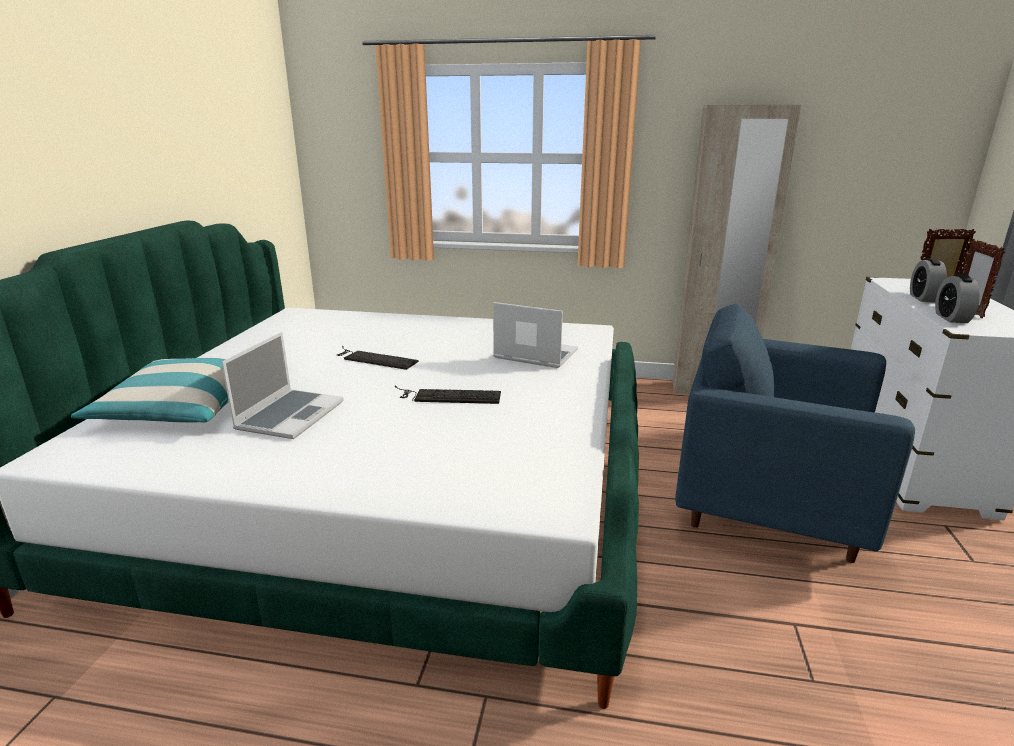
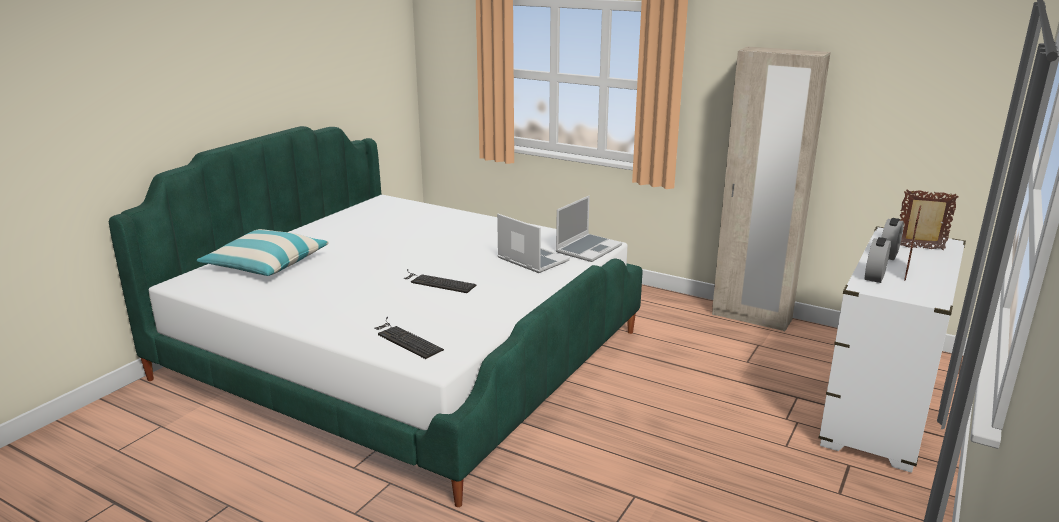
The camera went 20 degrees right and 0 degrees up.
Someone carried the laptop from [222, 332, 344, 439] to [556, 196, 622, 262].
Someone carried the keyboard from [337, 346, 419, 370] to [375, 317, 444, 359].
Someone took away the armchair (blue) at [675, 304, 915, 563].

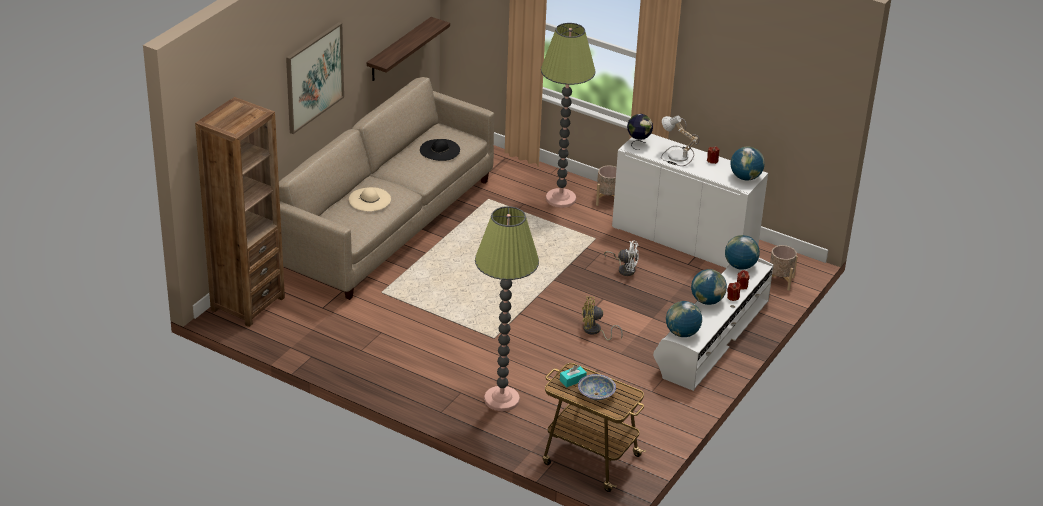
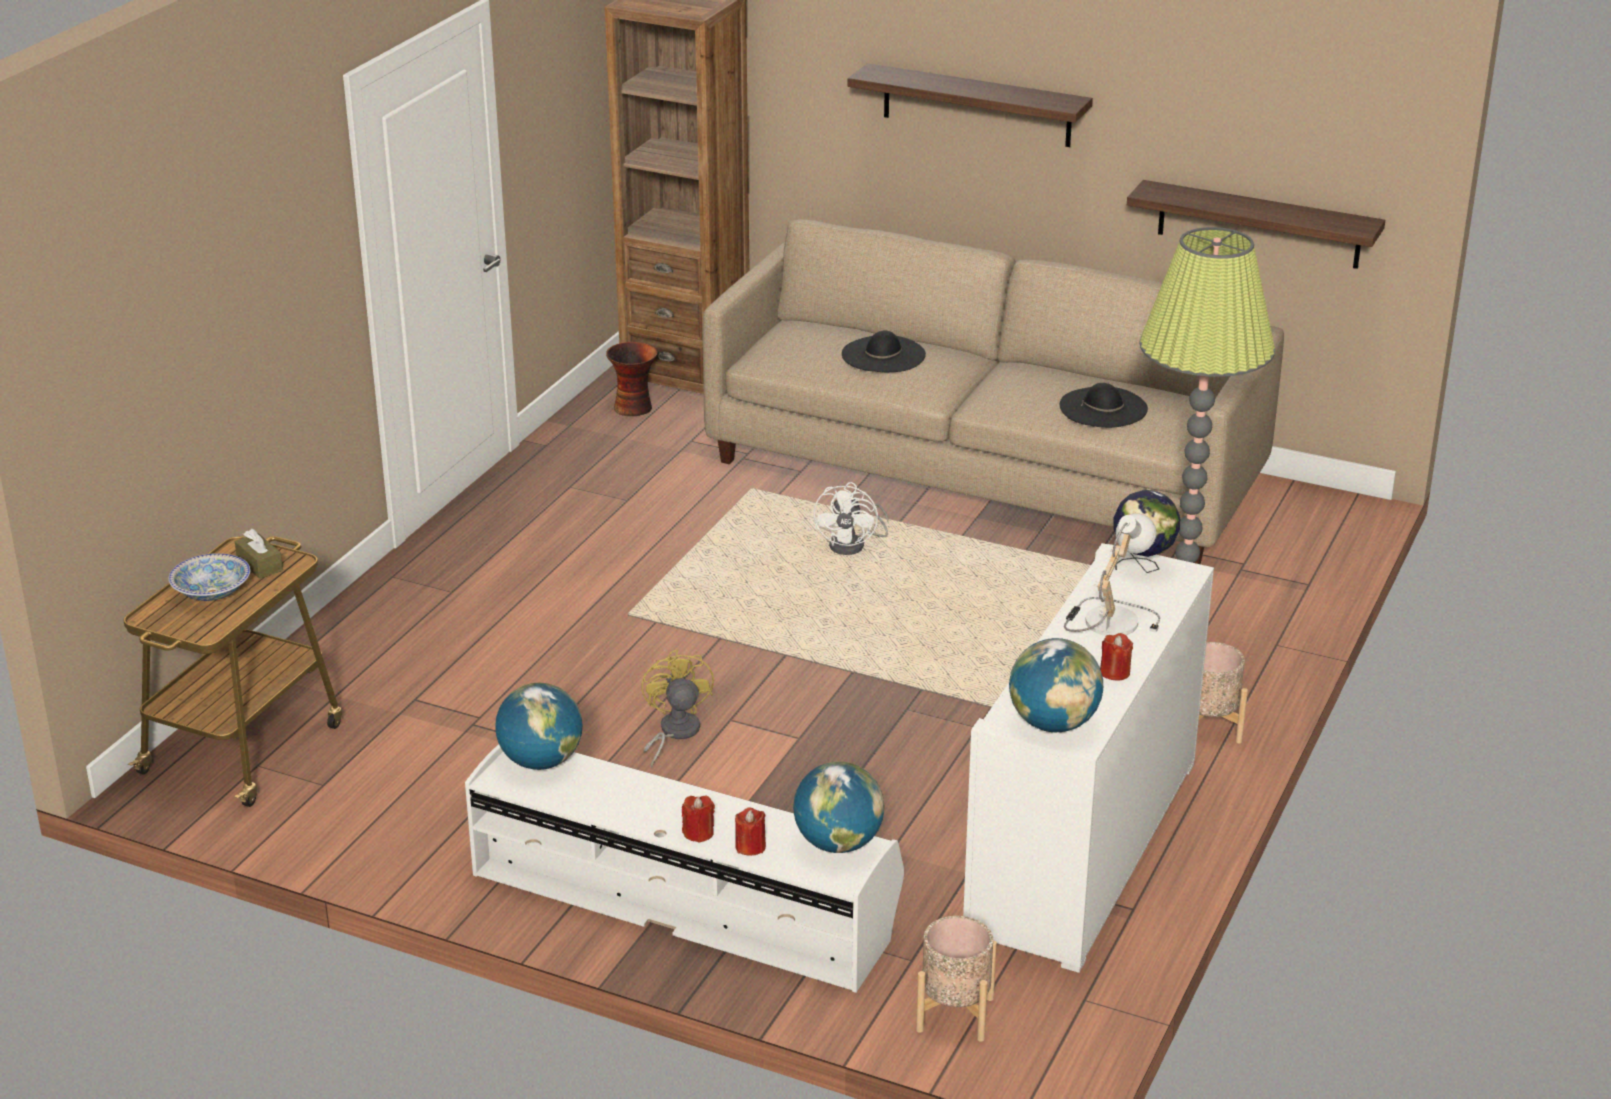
The camera went 85 degrees right and 5 degrees down.
Someone swapped the picture at [286, 22, 344, 134] for the shelf at [848, 63, 1093, 147].
Someone repainted the hat (beige) at [349, 187, 391, 211], which became the hat (black) at [842, 330, 926, 372].
Someone took away the floor lamp at [475, 206, 539, 411].
Someone repainted the tissue box (turquoise) at [560, 365, 587, 388], which became the tissue box (brown) at [235, 529, 283, 579].
Someone carried the fan (white) from [604, 240, 639, 276] to [814, 482, 889, 555].
Someone took away the globe at [691, 269, 727, 305].
Someone put down the vase at [606, 342, 658, 416].

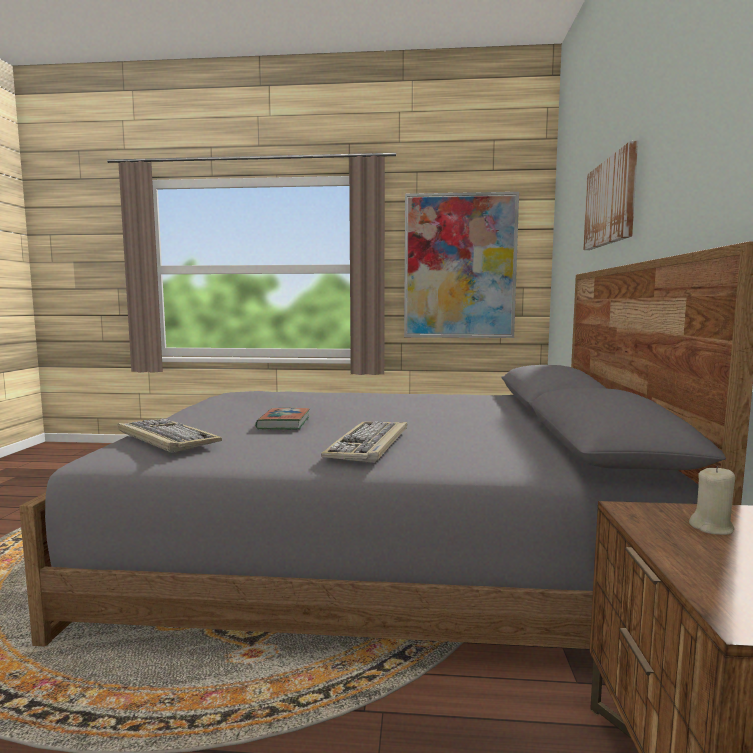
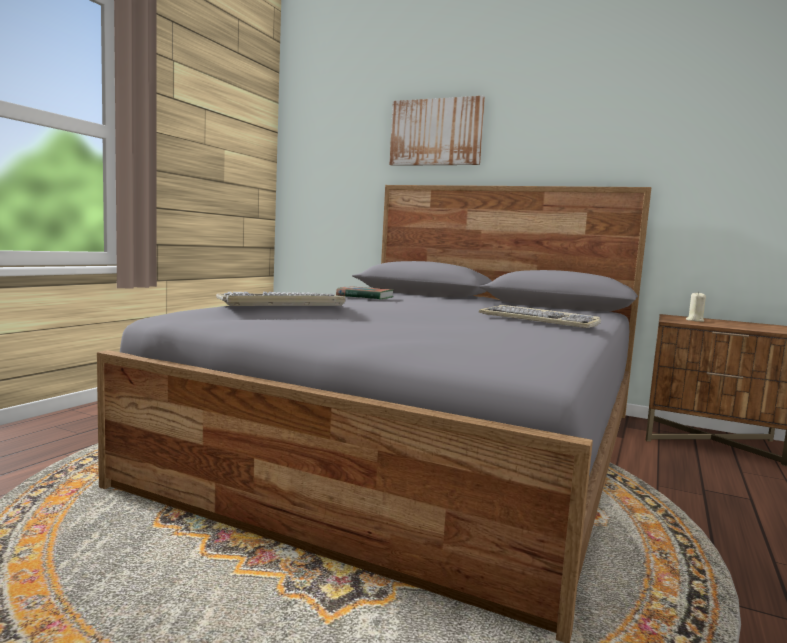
The camera went 70 degrees left and 0 degrees up.
Someone carried the keyboard from [117, 418, 222, 453] to [216, 292, 346, 306].
Someone carried the book from [255, 408, 310, 430] to [336, 286, 394, 300].
Someone took away the picture at [404, 192, 519, 338].

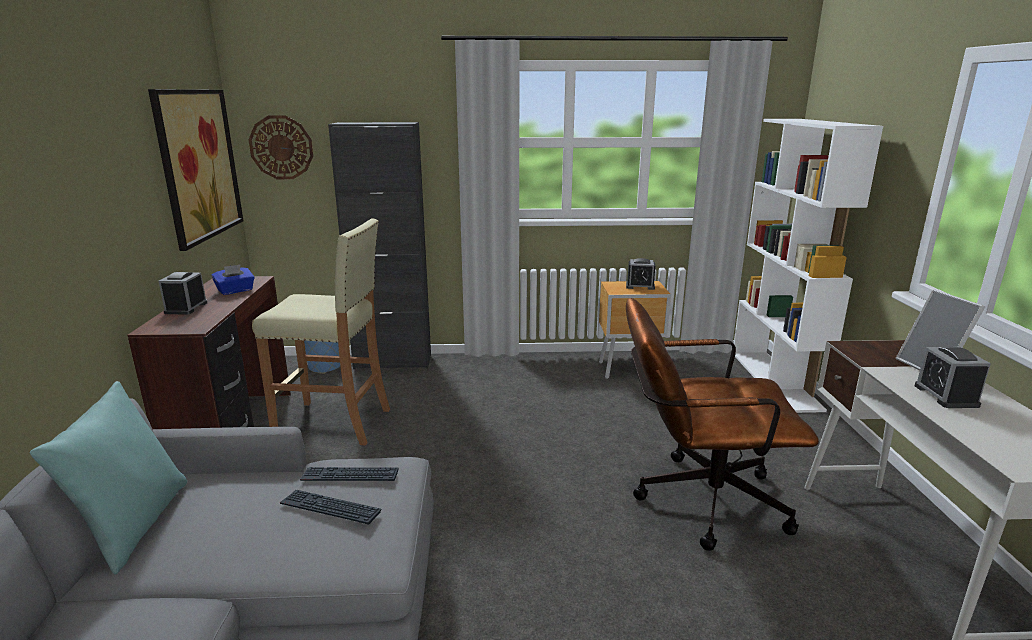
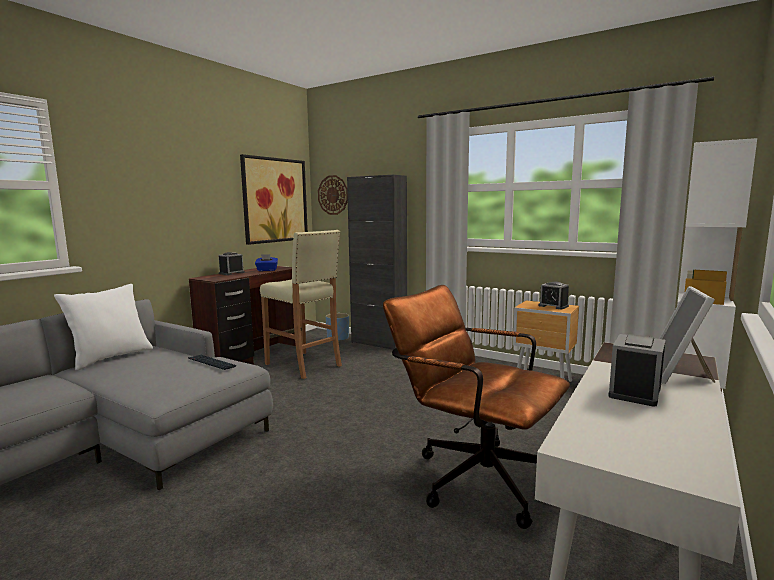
The camera went 35 degrees right and 10 degrees down.
Someone repainted the pillow (turquoise) at [30, 381, 187, 575], which became the pillow (white) at [54, 284, 153, 371].
Someone took away the keyboard at [280, 490, 381, 524].

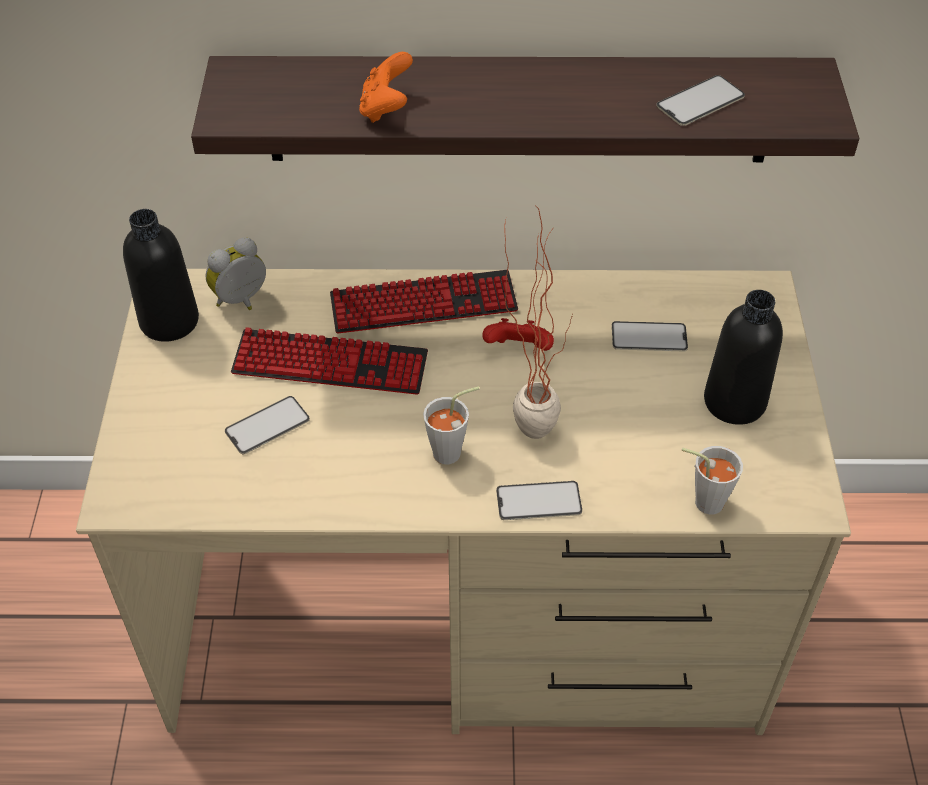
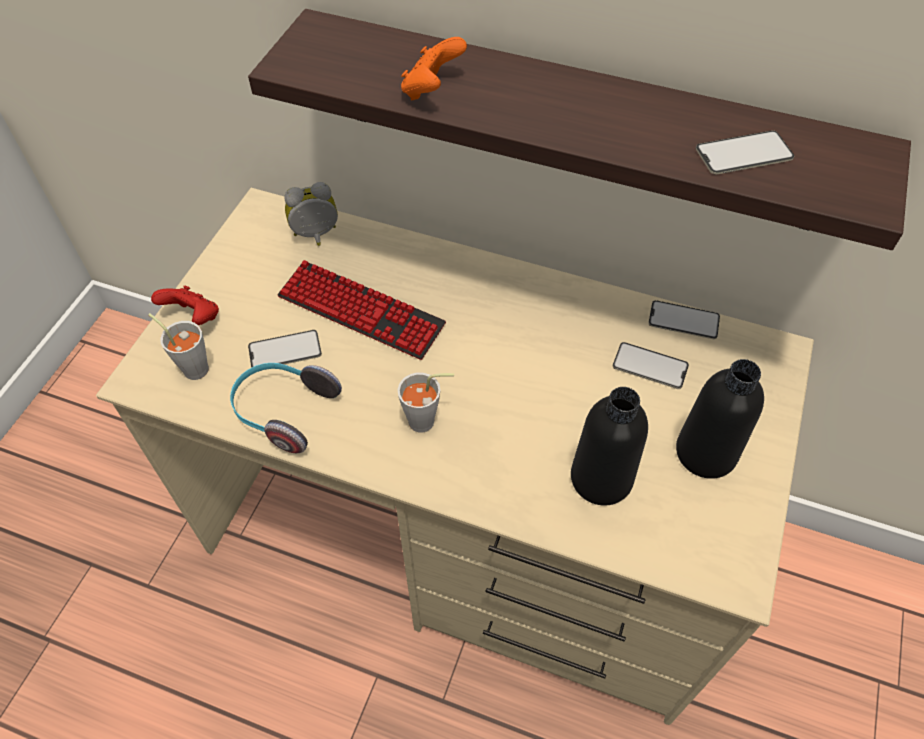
The camera went 20 degrees right and 5 degrees up.
Someone carried the bottle (black) from [123, 209, 199, 342] to [571, 387, 648, 506].
Someone took away the keyboard at [330, 270, 518, 334].
Someone carried the game controller (red) from [482, 318, 554, 351] to [151, 286, 219, 325].
Someone carried the phone from [496, 481, 582, 520] to [648, 300, 720, 339].
Someone took away the potted plant at [504, 206, 573, 439].
Someone carried the cup (grey) from [681, 446, 743, 514] to [148, 313, 209, 380].
Someone put down the headphones at [230, 363, 342, 453].

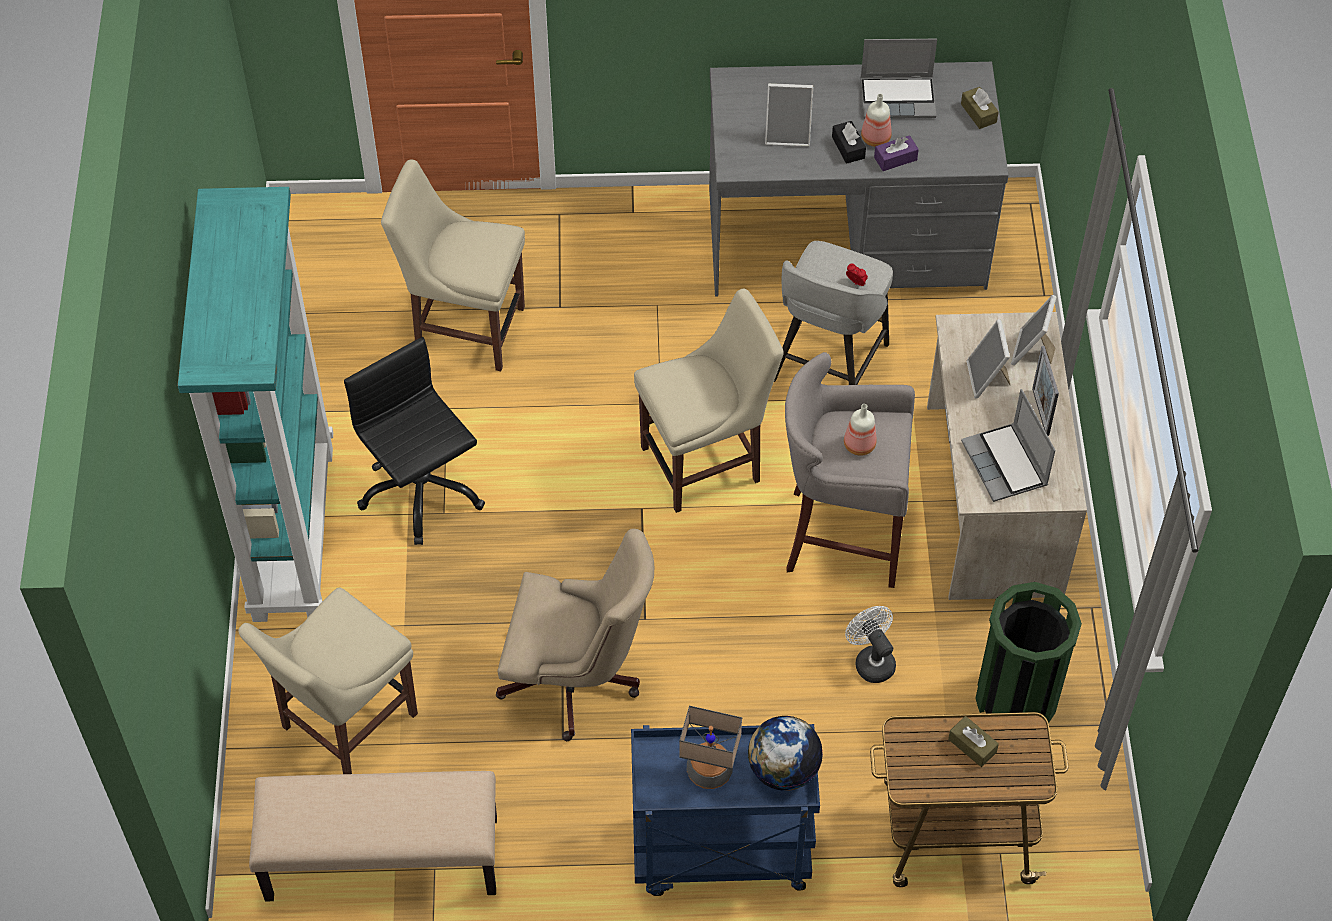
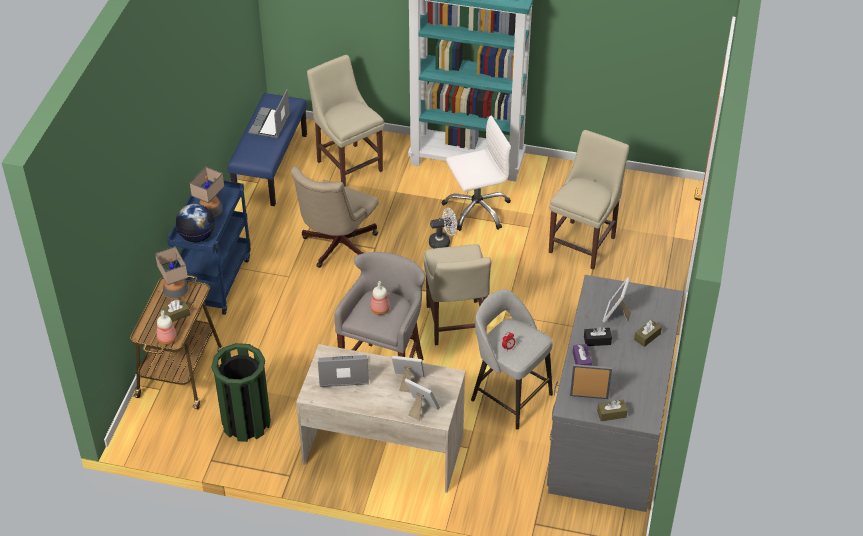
The camera went 105 degrees right and 10 degrees down.
Someone repainted the bench (beige) at [249, 771, 497, 901], which became the bench (blue) at [228, 93, 307, 206].
Someone repainted the office chair (black) at [344, 337, 485, 545], which became the office chair (white) at [442, 116, 511, 231].
Someone carried the fan (white) from [845, 606, 896, 683] to [429, 208, 457, 249].
Someone carried the laptop from [861, 39, 937, 119] to [249, 89, 290, 138].
Someone carried the bottle from [861, 94, 892, 147] to [157, 311, 177, 345].
Someone carried the picture frame from [1032, 346, 1059, 436] to [570, 364, 612, 399].
Someone put down the table lamp at [155, 246, 188, 299].
Someone put down the tissue box (brown) at [634, 320, 662, 347].

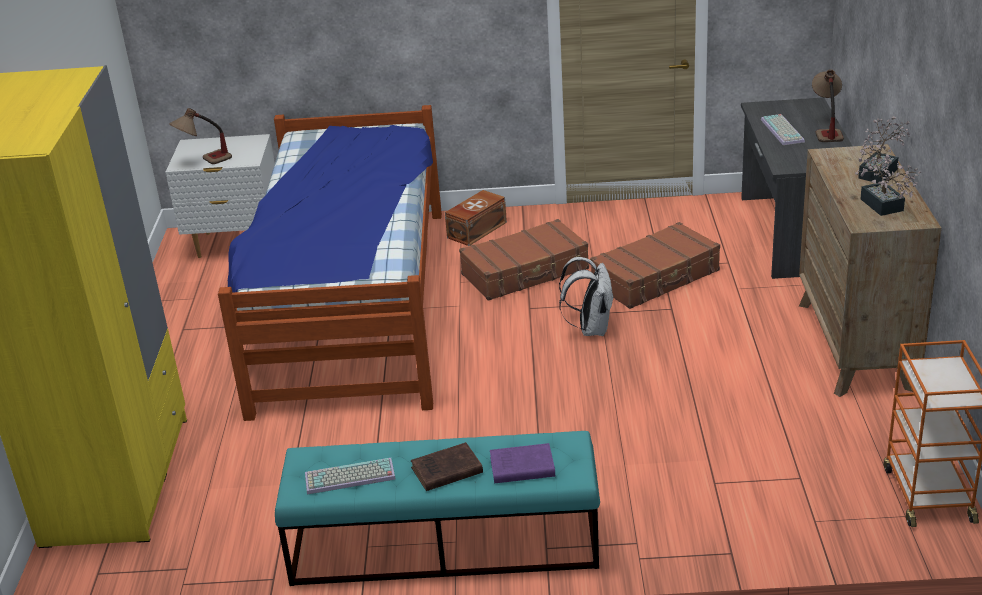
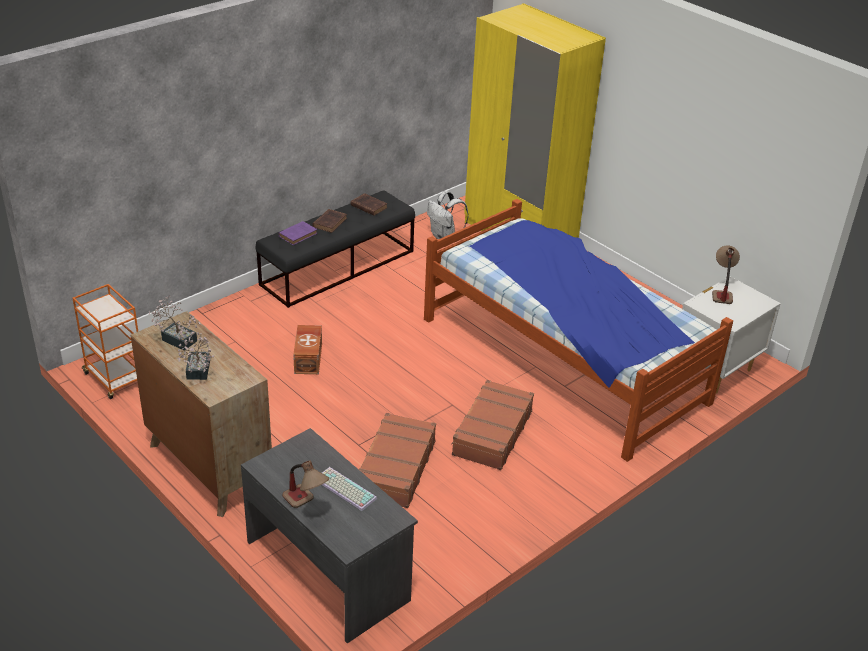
The camera went 135 degrees right and 5 degrees up.
Someone repainted the bench (turquoise) at [275, 431, 600, 586], which became the bench (black) at [256, 190, 415, 308].
Someone swapped the keyboard at [305, 458, 396, 495] for the book (brown) at [350, 193, 388, 216].
Someone carried the storage box (brown) from [445, 190, 507, 246] to [293, 325, 322, 374].
Someone carried the backpack (white) from [559, 257, 614, 336] to [427, 191, 468, 239].

